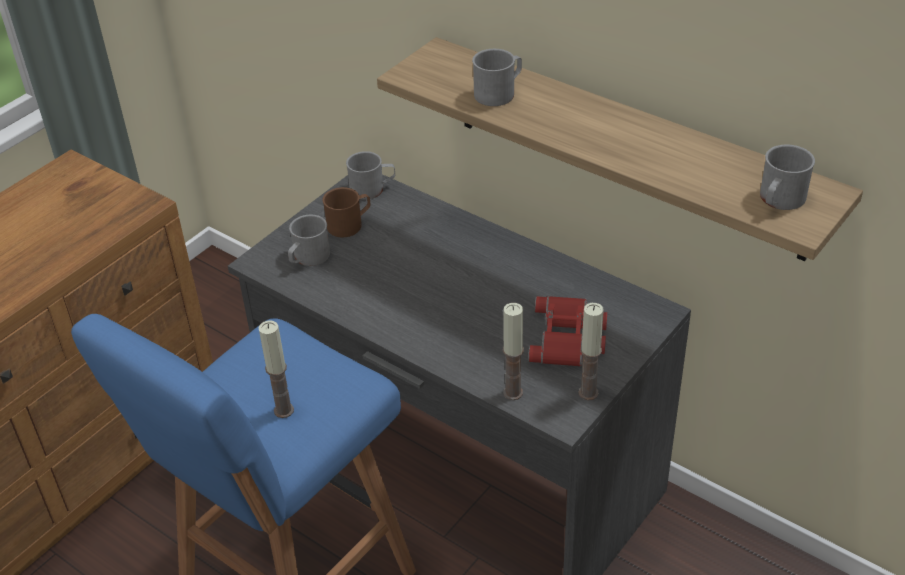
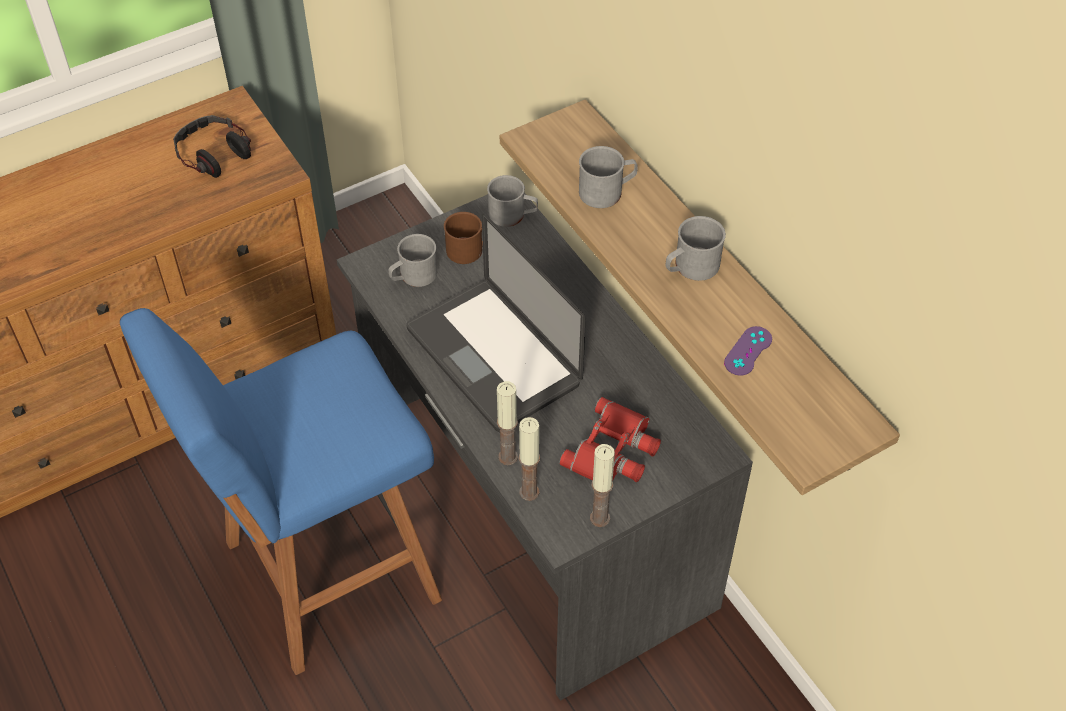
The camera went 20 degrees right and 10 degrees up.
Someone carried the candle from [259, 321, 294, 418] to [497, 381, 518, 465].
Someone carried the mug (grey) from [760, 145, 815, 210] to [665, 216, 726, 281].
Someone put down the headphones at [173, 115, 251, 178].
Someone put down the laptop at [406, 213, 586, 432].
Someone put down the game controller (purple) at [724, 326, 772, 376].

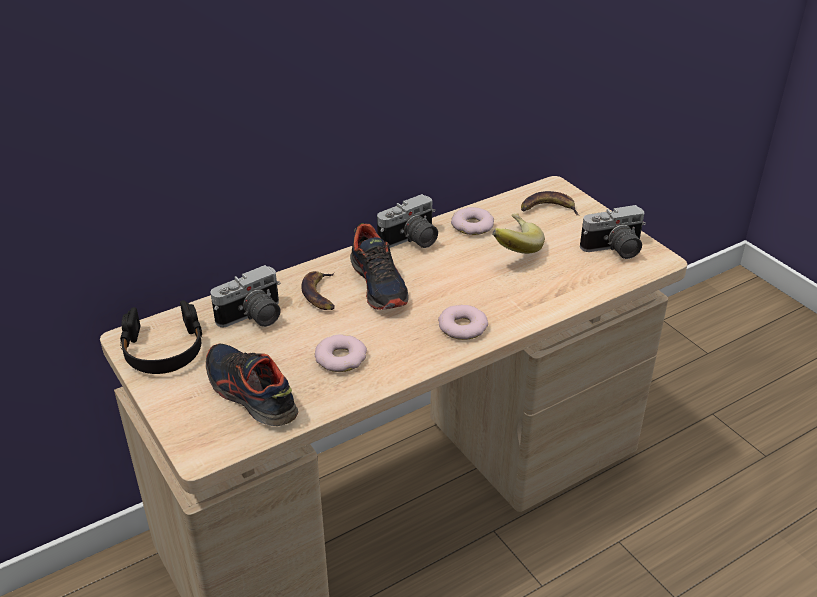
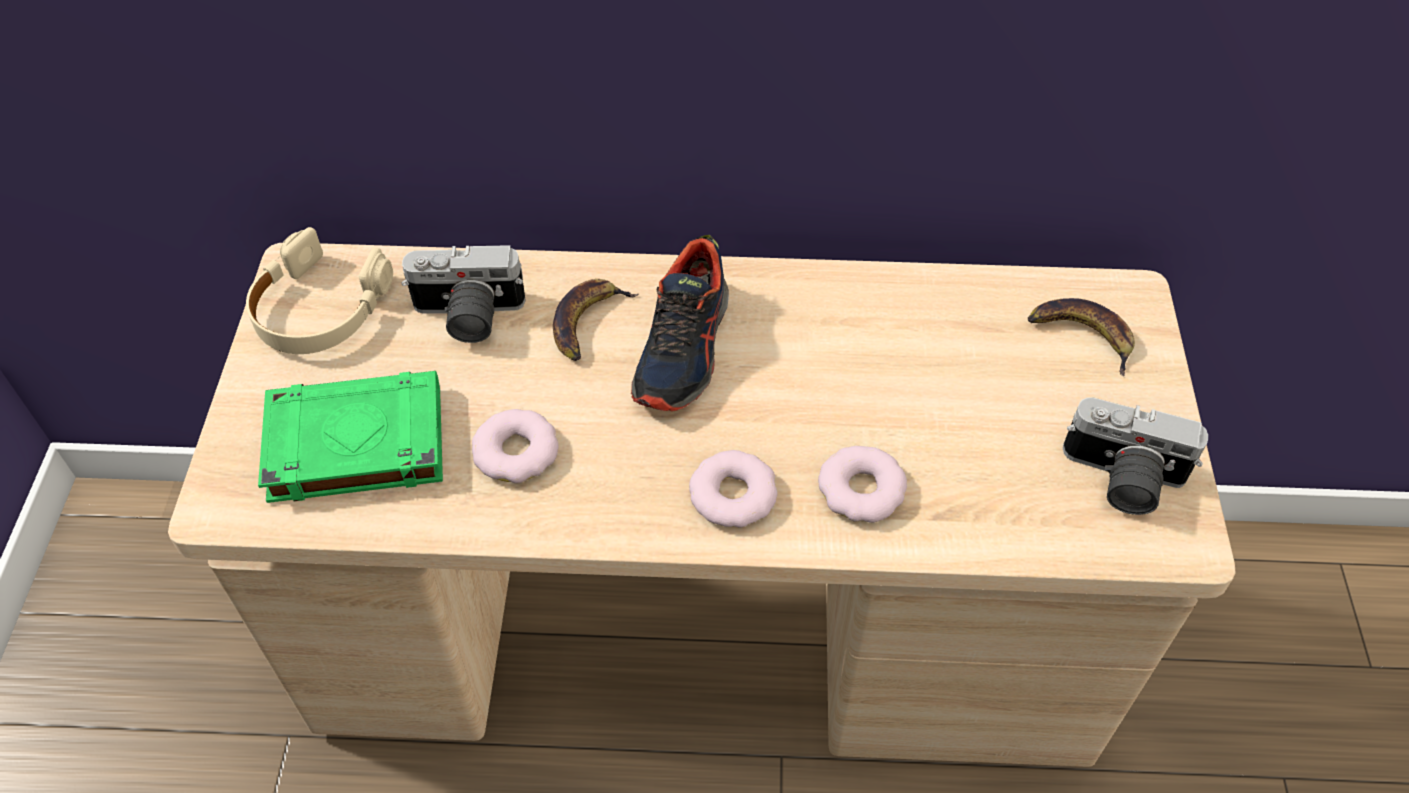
The camera went 35 degrees right and 15 degrees up.
Someone repainted the headphones (black) at [120, 300, 202, 374], which became the headphones (beige) at [246, 227, 393, 354].
Someone swapped the shoe at [206, 344, 298, 426] for the book (green) at [258, 371, 443, 503].
Someone took away the photo camera at [377, 194, 438, 248].
Someone carried the donut from [451, 207, 494, 235] to [818, 446, 907, 523].
Someone took away the banana at [492, 213, 545, 254].

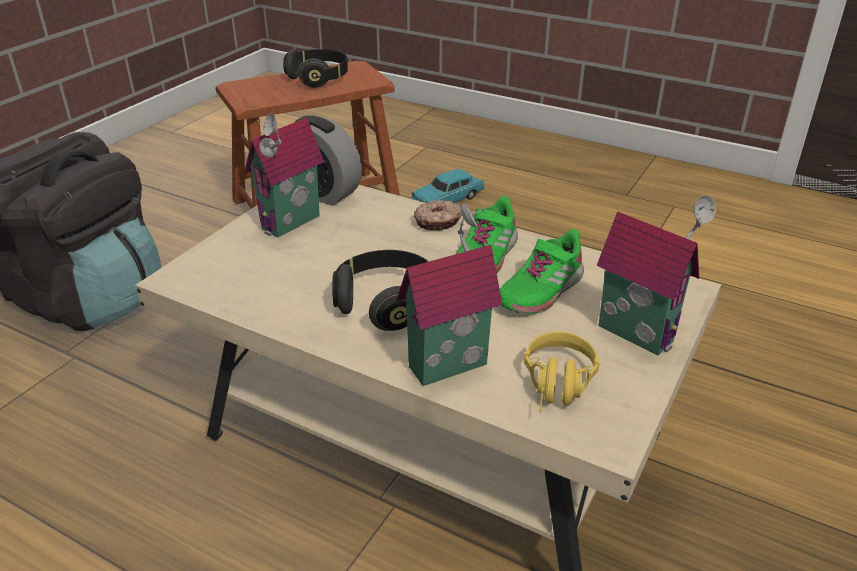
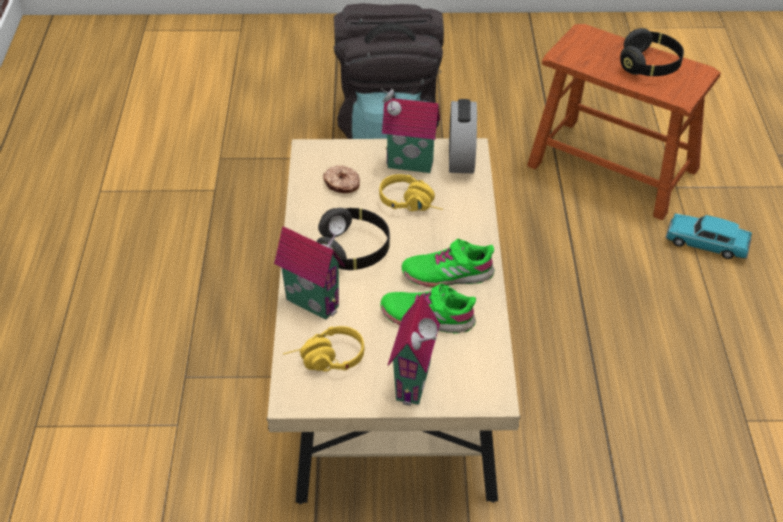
The camera went 60 degrees right and 10 degrees up.
Someone carried the donut from [414, 200, 462, 231] to [323, 165, 360, 193].
Someone put down the headphones (yellow) at [379, 174, 443, 211].

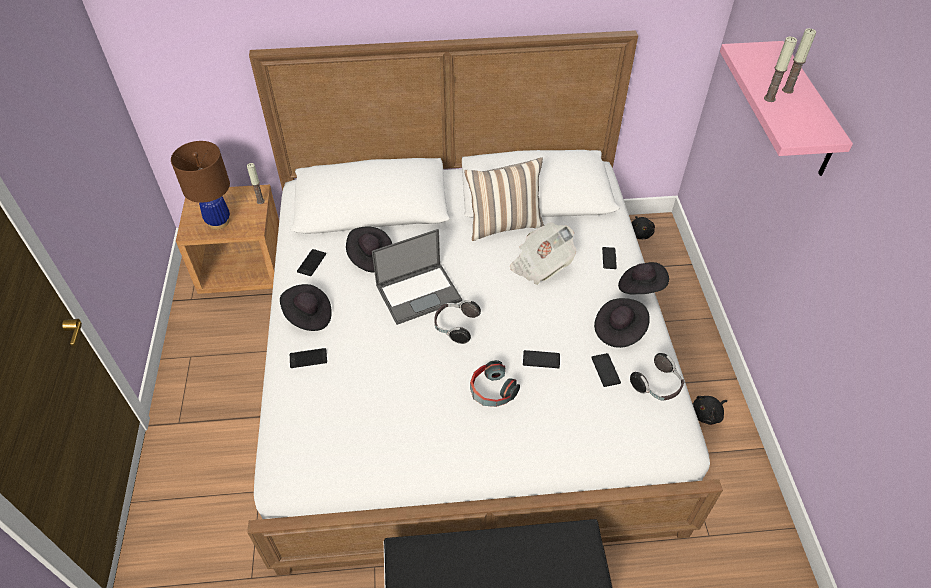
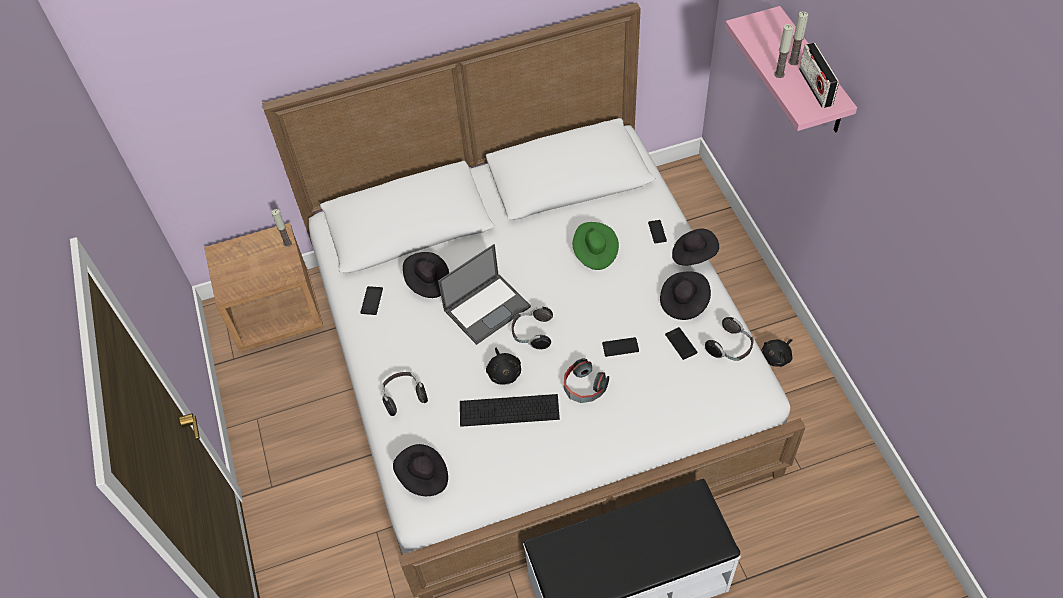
The camera went 10 degrees left and 5 degrees up.
Someone took away the table lamp (brown) at [171, 141, 230, 229].
Someone carried the hat (black) from [280, 284, 332, 331] to [393, 444, 448, 496].
Someone swapped the phone at [290, 348, 327, 368] for the headphones at [382, 372, 428, 416].
Someone took away the pillow at [464, 157, 544, 241].
Someone swapped the newspaper at [510, 222, 576, 285] for the hat (green) at [573, 222, 619, 270].
Someone carried the plush toy (black) from [631, 216, 655, 239] to [486, 348, 521, 385].
Someone put down the keyboard at [460, 394, 560, 427].
Someone put down the radio at [799, 43, 839, 108].

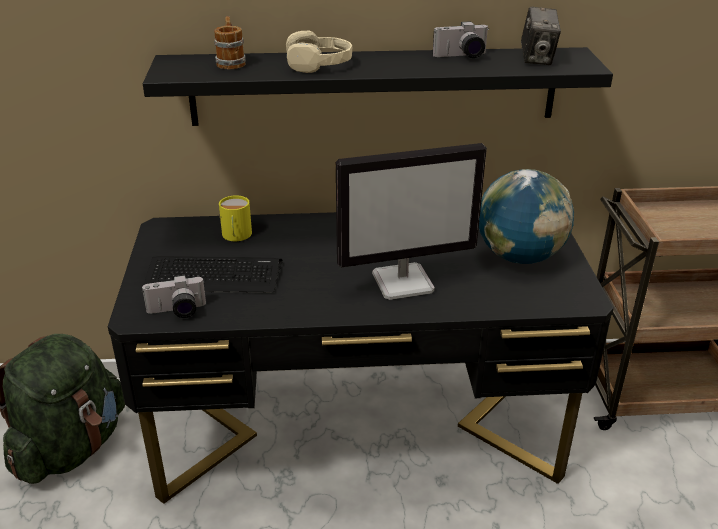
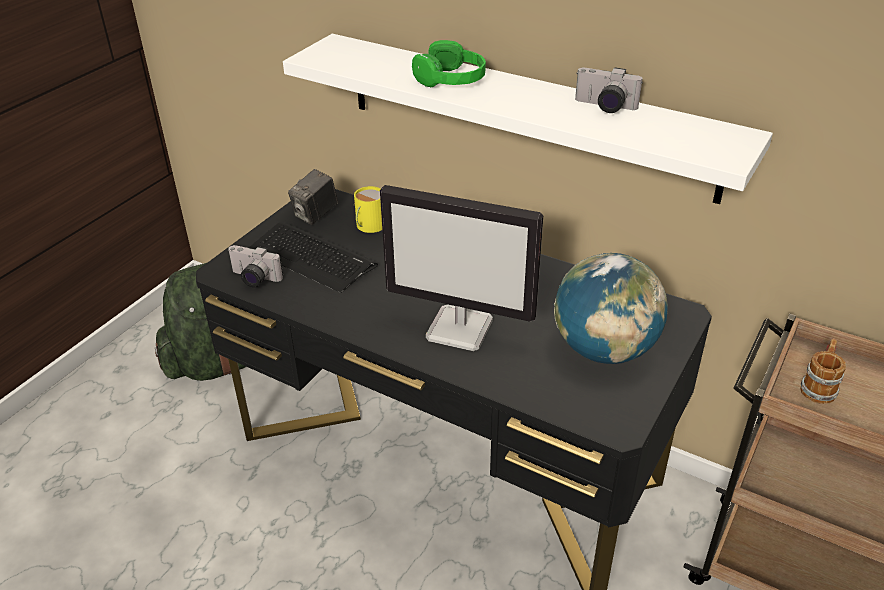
The camera went 35 degrees right and 5 degrees up.
Someone repainted the shelf (black) at [143, 47, 613, 126], which became the shelf (white) at [283, 34, 773, 204].
Someone carried the mug from [214, 16, 246, 69] to [800, 339, 846, 404].
Someone repainted the headphones (beige) at [286, 31, 352, 73], which became the headphones (green) at [412, 40, 486, 87].
Someone carried the photo camera from [521, 7, 561, 65] to [288, 169, 338, 225].

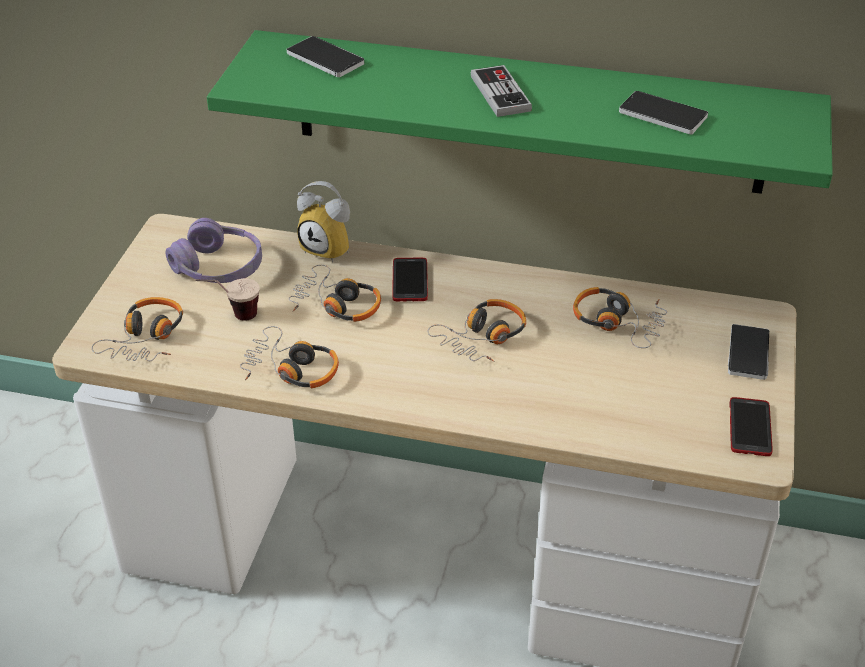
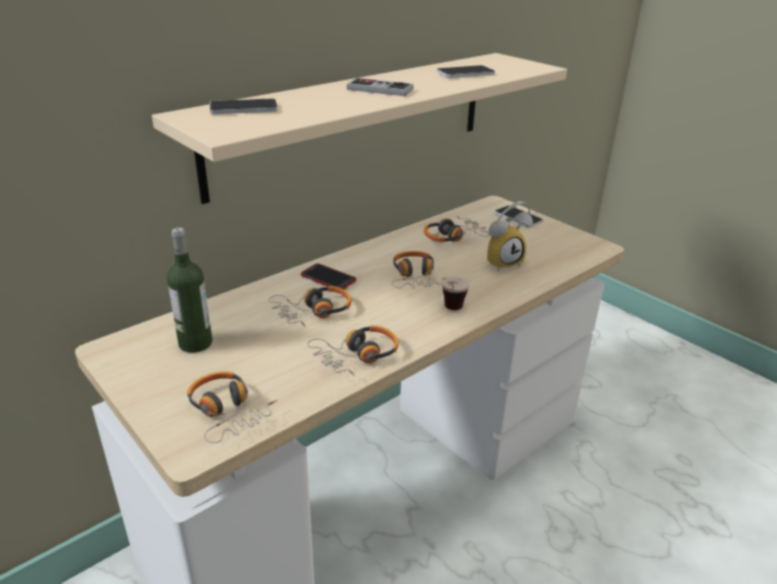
The camera went 55 degrees left and 10 degrees down.
Someone swapped the headphones (purple) at [166, 218, 262, 283] for the bottle at [167, 227, 213, 353].
Someone carried the cup from [195, 278, 259, 321] to [442, 276, 469, 310].
Someone repainted the shelf (green) at [207, 30, 833, 194], which became the shelf (beige) at [152, 53, 567, 204].
Someone carried the alarm clock from [297, 181, 350, 263] to [487, 201, 533, 271].
Someone took away the phone at [730, 397, 773, 456].

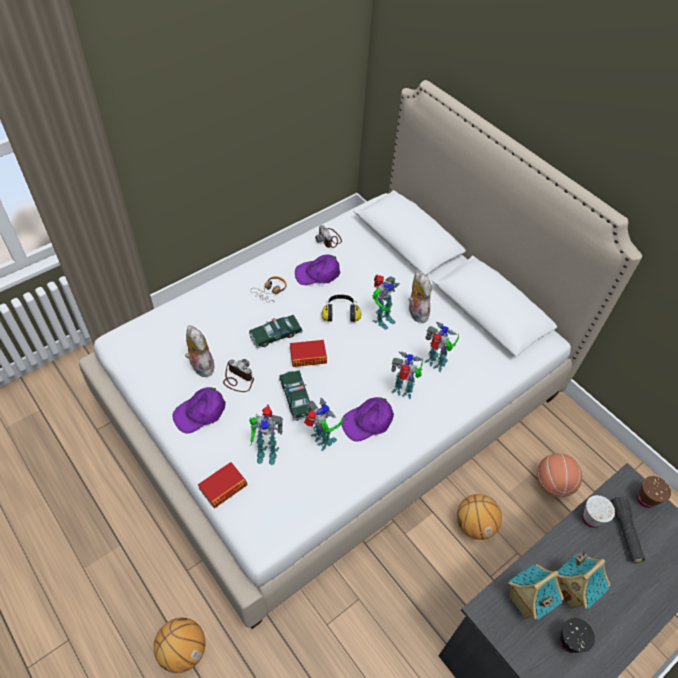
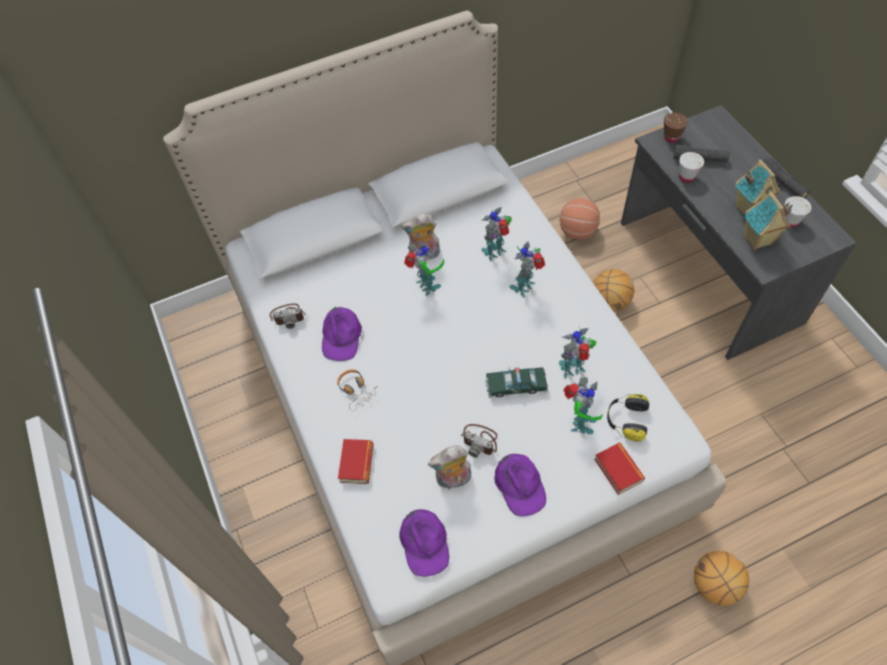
The camera went 70 degrees left and 5 degrees up.
Someone rotated the photo camera at [223, 359, 254, 392] by 105 degrees counterclockwise.
Someone took away the toy car at [249, 315, 303, 348].
Someone carried the book from [290, 340, 327, 367] to [338, 439, 374, 484].
Someone carried the headphones from [321, 294, 361, 322] to [607, 394, 649, 441].
Someone carried the cap (purple) from [341, 397, 394, 441] to [399, 509, 449, 577].
Someone repainted the cup (black) at [559, 618, 595, 653], which became the cup (white) at [785, 196, 811, 228].
Someone put down the flashlight (black) at [763, 157, 809, 198].

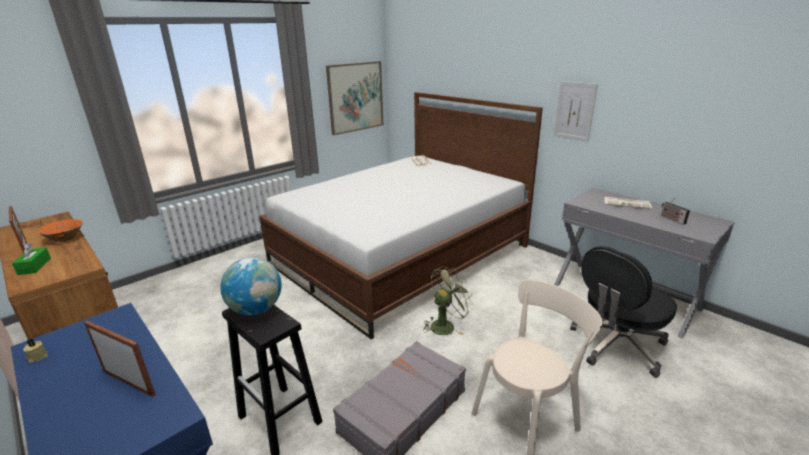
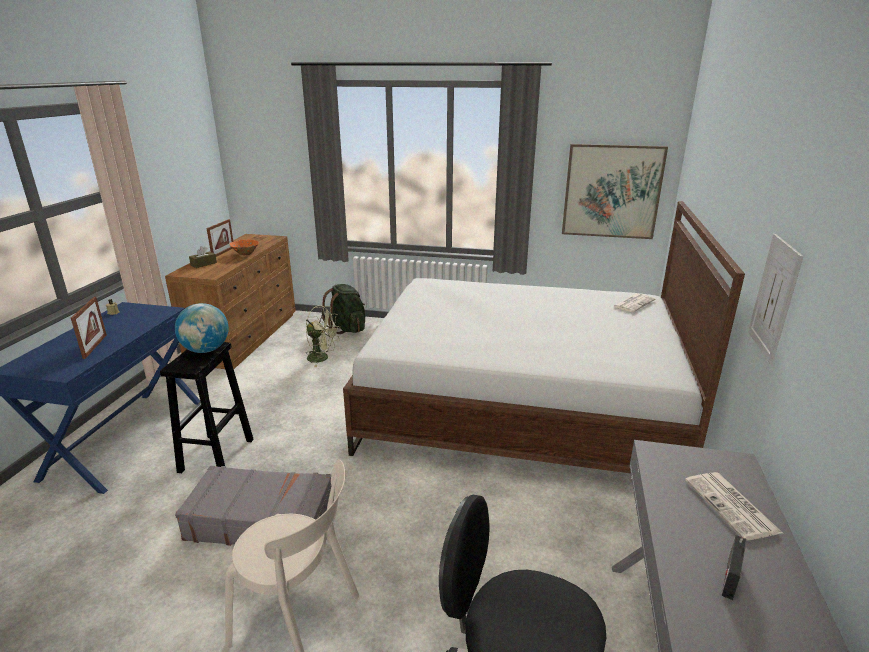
The camera went 55 degrees right and 0 degrees up.
Someone repainted the tissue box (green) at [12, 243, 51, 275], which became the tissue box (brown) at [189, 246, 217, 268].
Someone carried the fan (green) from [423, 266, 475, 335] to [306, 305, 341, 367].
Someone put down the backpack (green) at [321, 284, 365, 334].

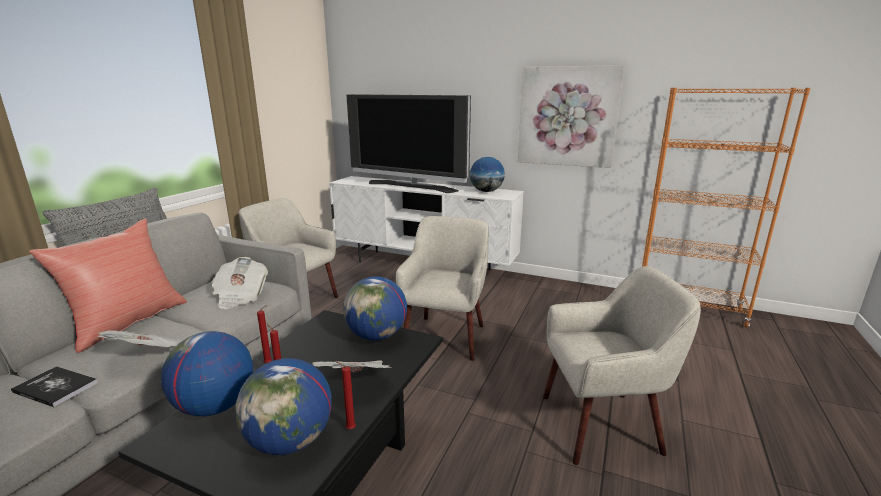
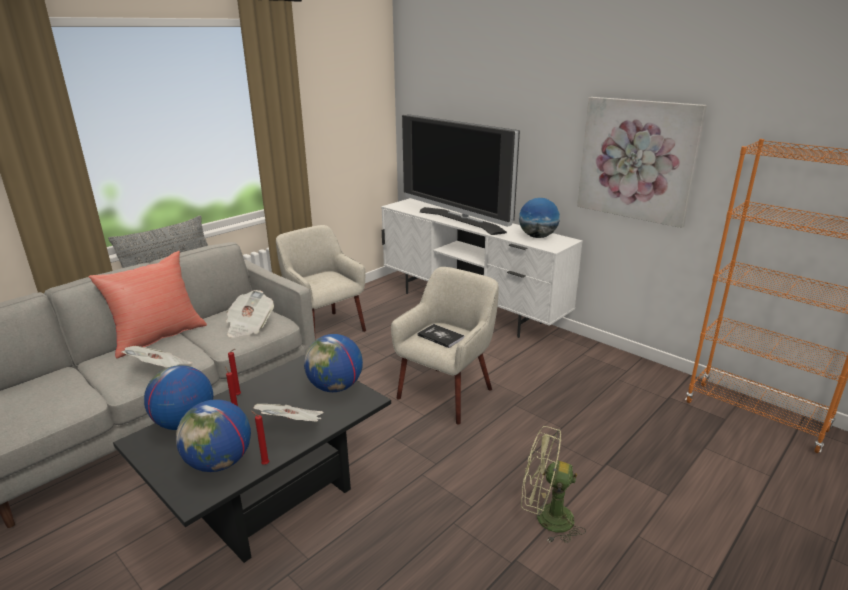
The camera went 20 degrees right and 5 degrees up.
Someone carried the book from [11, 366, 98, 407] to [417, 324, 464, 348].
Someone swapped the armchair (beige) at [543, 266, 701, 465] for the fan (green) at [521, 426, 586, 543].

